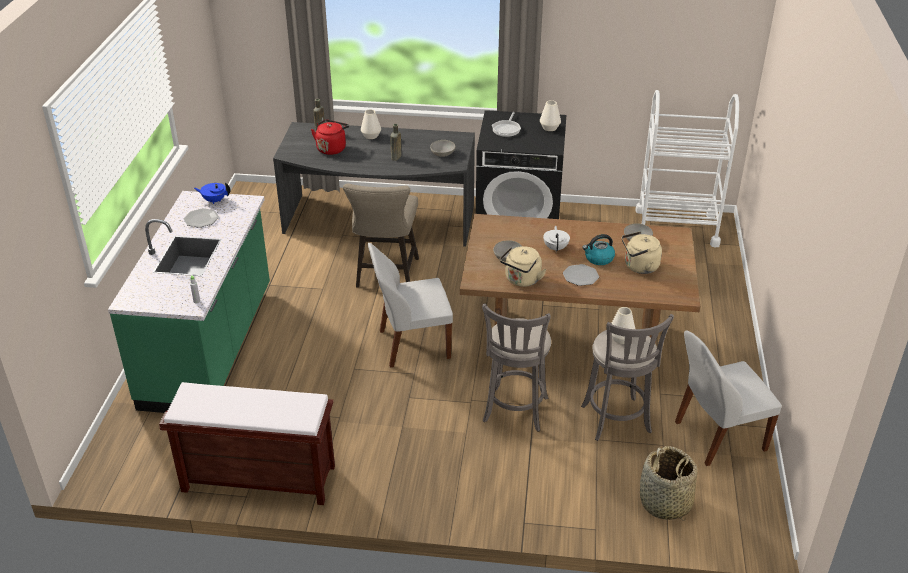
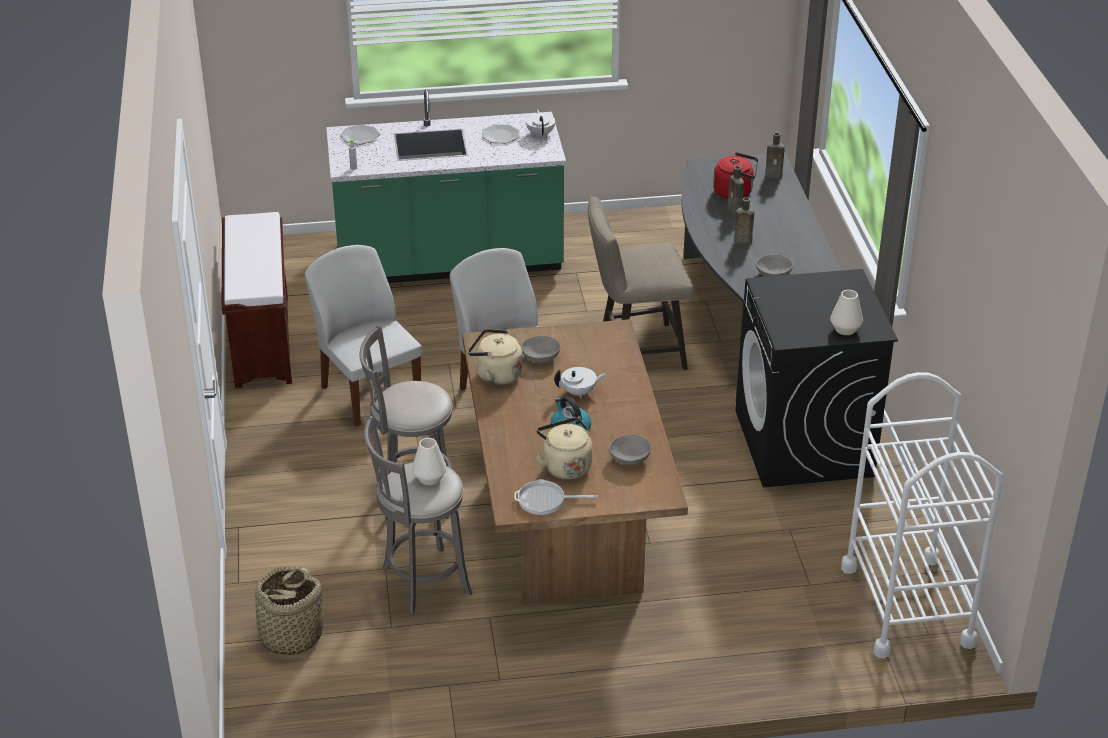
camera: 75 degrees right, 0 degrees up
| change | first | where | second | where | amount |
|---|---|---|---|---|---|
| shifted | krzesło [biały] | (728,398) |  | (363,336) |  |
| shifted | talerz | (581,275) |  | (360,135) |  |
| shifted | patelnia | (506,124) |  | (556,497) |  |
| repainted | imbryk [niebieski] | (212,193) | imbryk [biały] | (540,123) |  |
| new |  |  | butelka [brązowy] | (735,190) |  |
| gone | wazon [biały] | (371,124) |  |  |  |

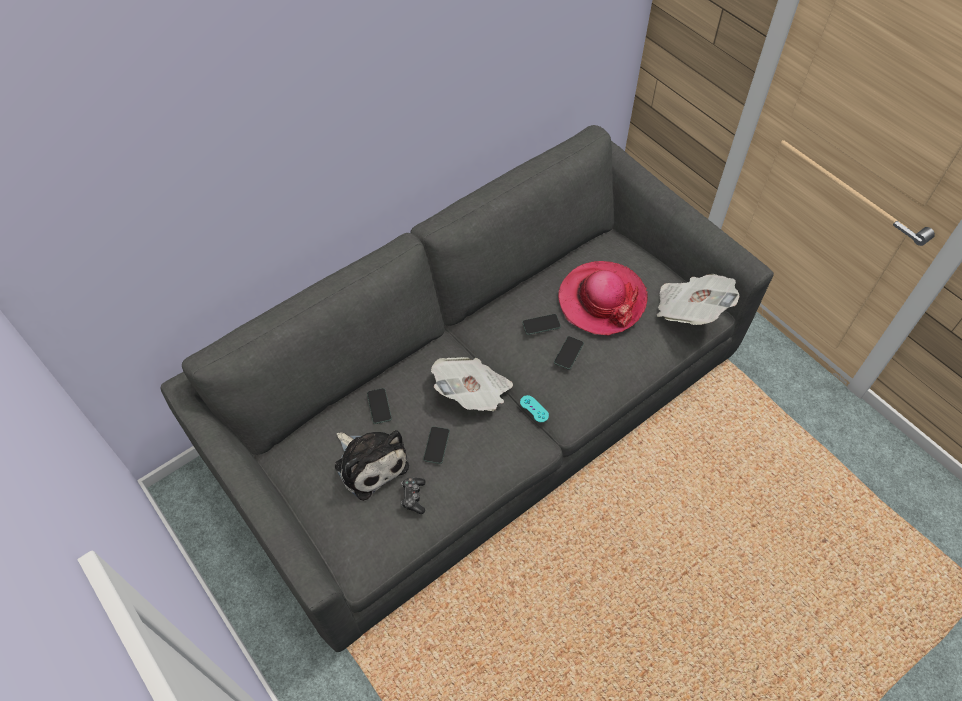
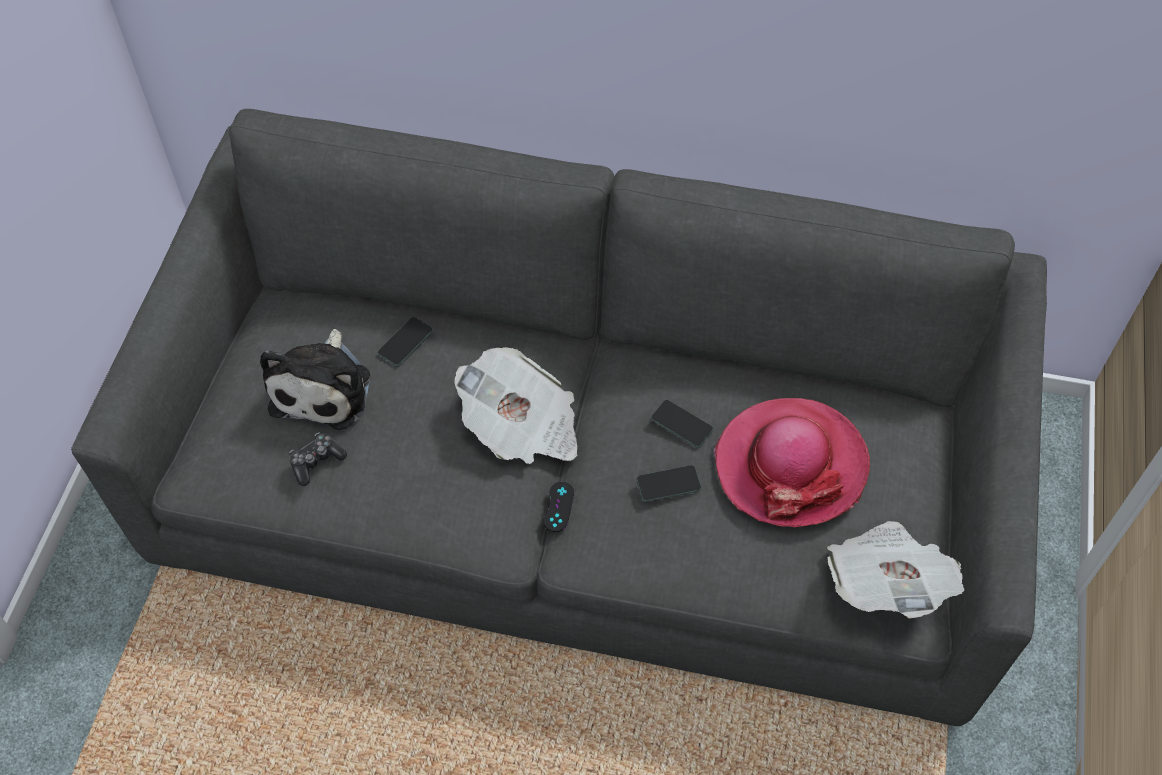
camera: 50 degrees right, 0 degrees up
| change | first | where | second | where | amount |
|---|---|---|---|---|---|
| repainted | pad do gier [turkusowy] | (534,408) | pad do gier [czarny] | (559,507) |  |
| gone | telefon | (436,445) |  |  |  |

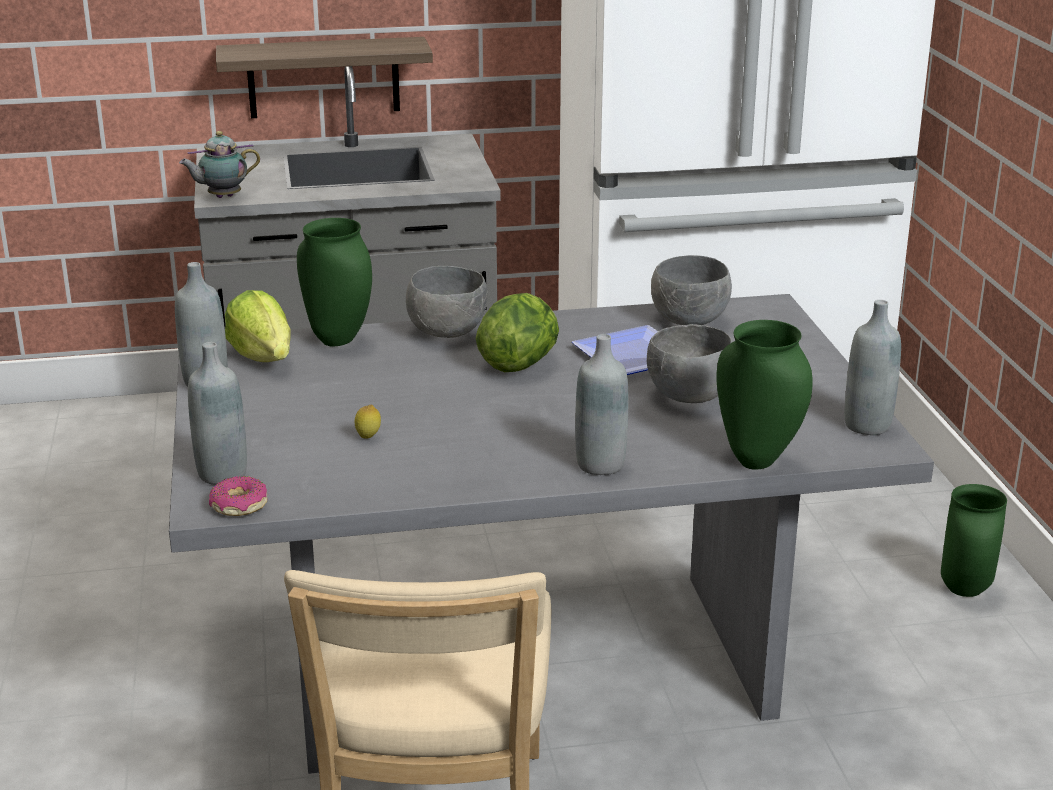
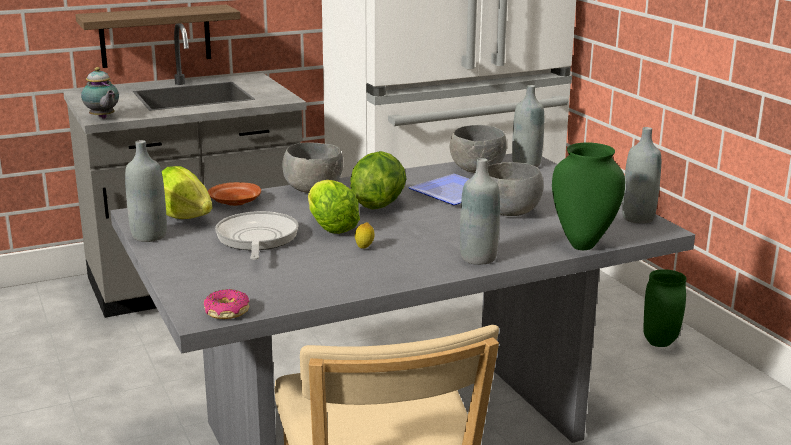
camera: 15 degrees left, 5 degrees down
| change | first | where | second | where | amount |
|---|---|---|---|---|---|
| rotated | imbryk | (219,164) |  | (100,93) | 90 degrees counterclockwise |
| swapped | wazon [zielony] | (334,282) | talerz [brązowy] | (234,194) |  |
| new |  |  | patelnia | (257,235) |  |
| new |  |  | sałata | (334,207) |  |
| shifted | cytryna | (368,421) |  | (364,235) |  |
| shifted | butelka [szary] | (217,413) |  | (528,126) |  |

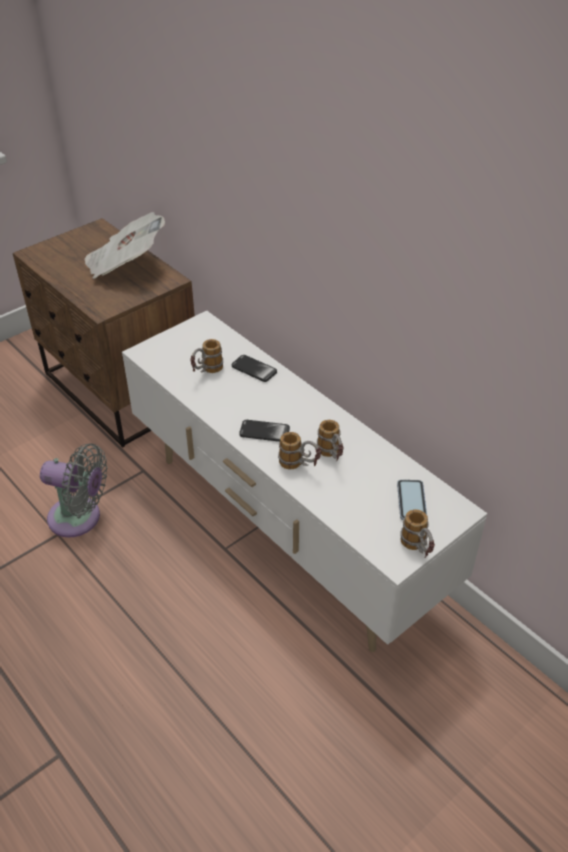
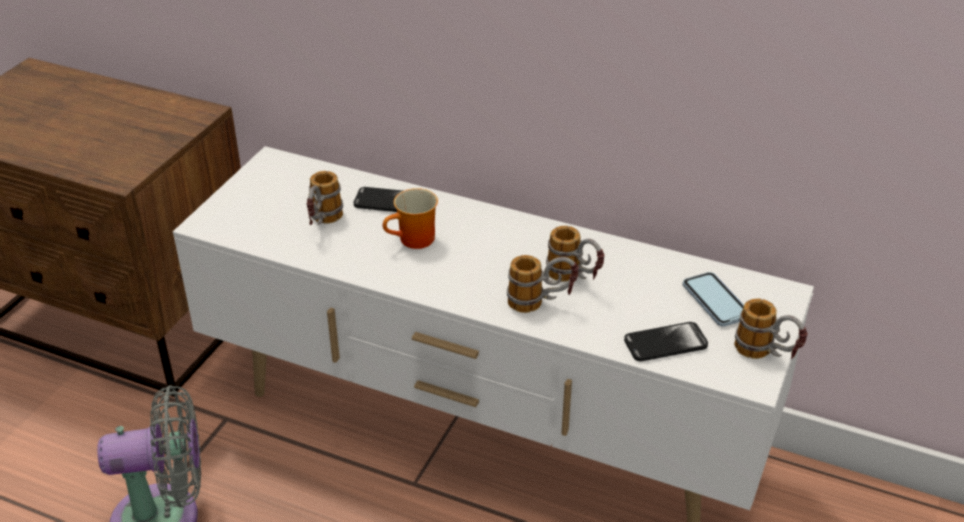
camera: 25 degrees left, 5 degrees down
| change | first | where | second | where | amount |
|---|---|---|---|---|---|
| new |  |  | kubek | (410,218) |  |
| shifted | telefon | (264,431) |  | (666,341) |  |
| gone | gazeta | (124,245) |  |  |  |

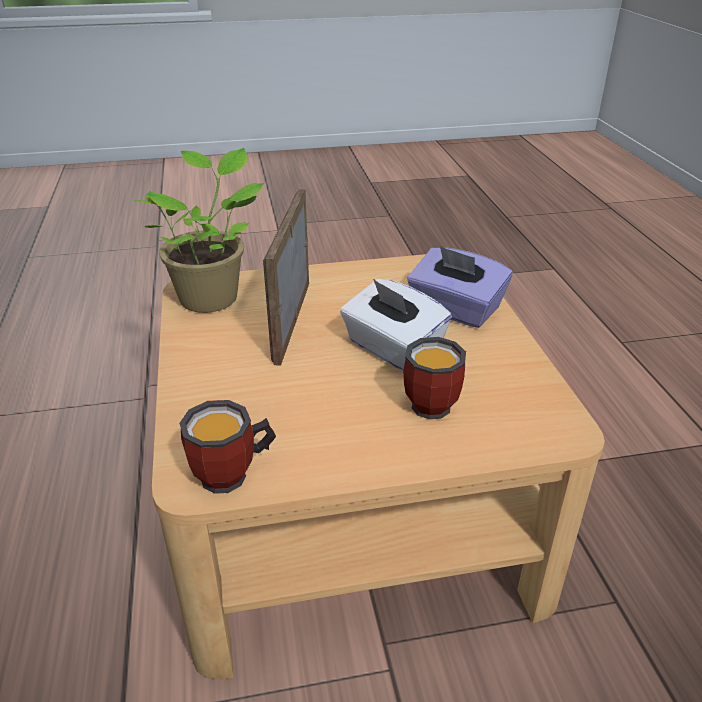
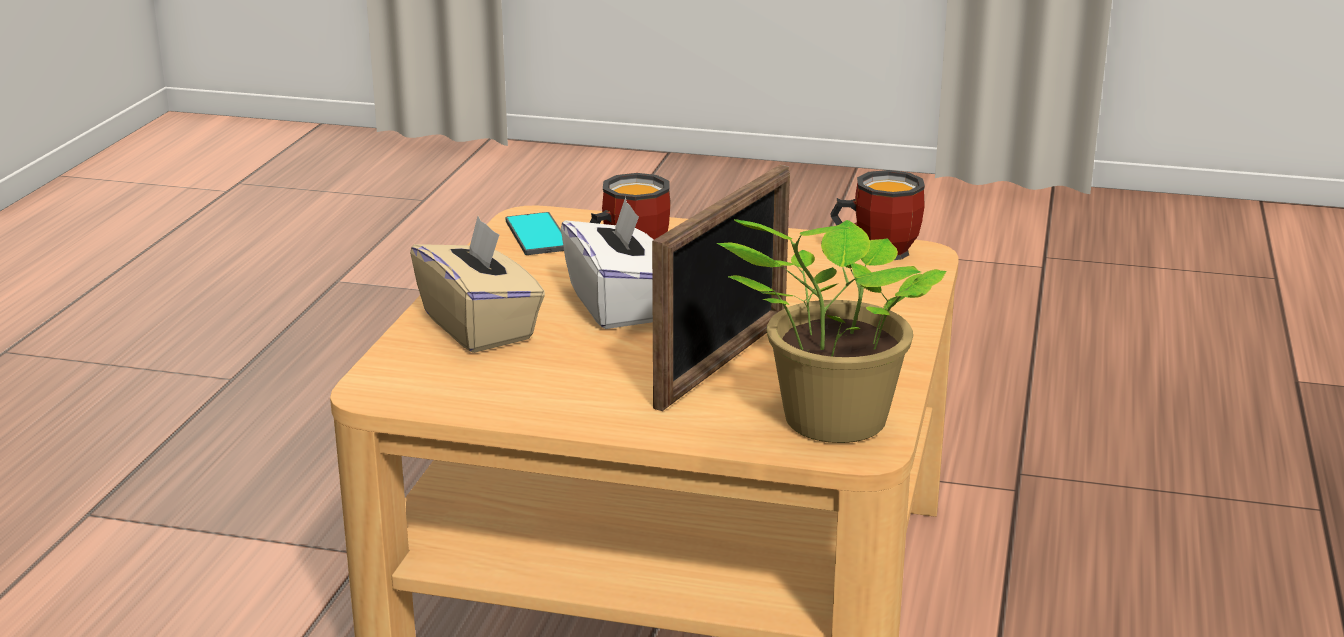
camera: 155 degrees left, 10 degrees down
| change | first | where | second | where | amount |
|---|---|---|---|---|---|
| repainted | pudełko chusteczek [fioletowy] | (459,287) | pudełko chusteczek [beżowy] | (477,284) |  |
| new |  |  | telefon | (534,233) |  |

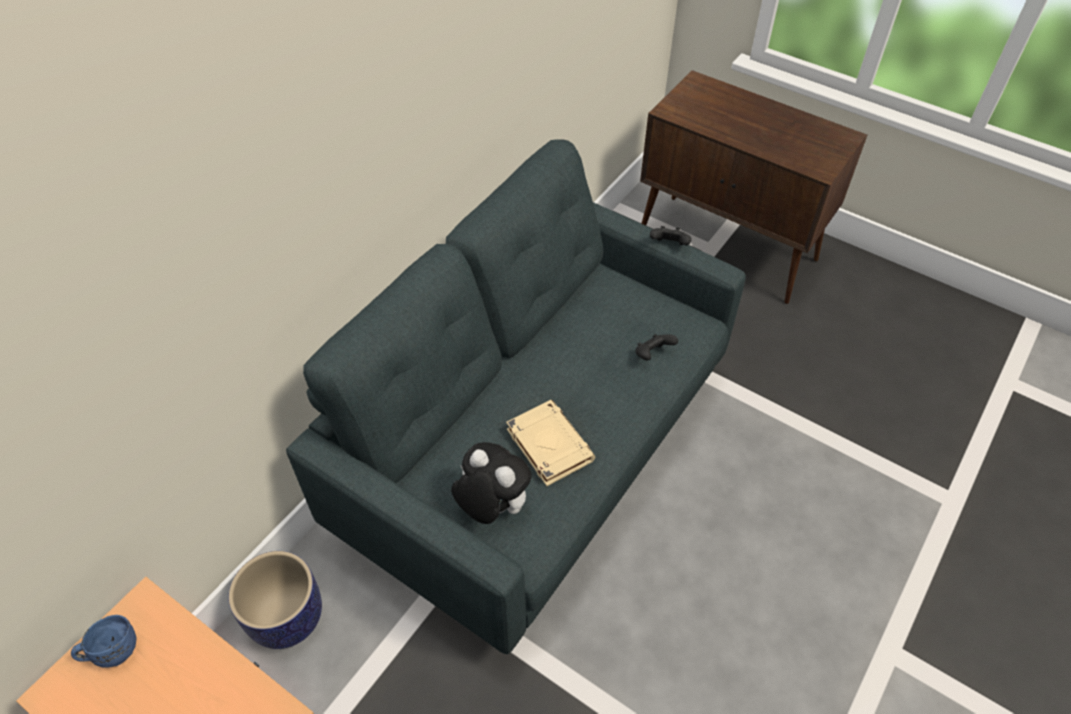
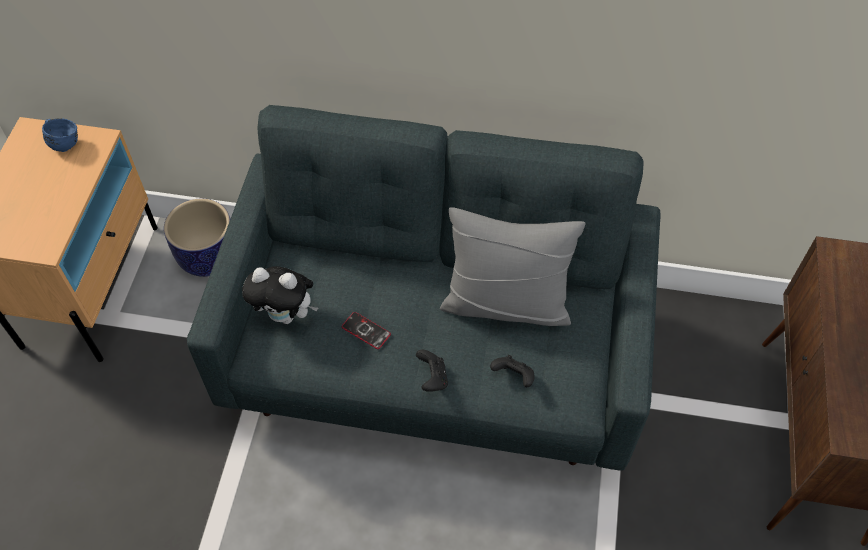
camera: 65 degrees right, 5 degrees up
| change | first | where | second | where | amount |
|---|---|---|---|---|---|
| rotated | pluszak | (491,483) |  | (280,295) | 90 degrees clockwise |
| swapped | książka [beżowy] | (550,443) | telefon | (366,330) |  |
| shifted | pad do gier [czarny] | (670,235) |  | (432,371) |  |
| new |  |  | poduszka [szary] | (512,266) |  |

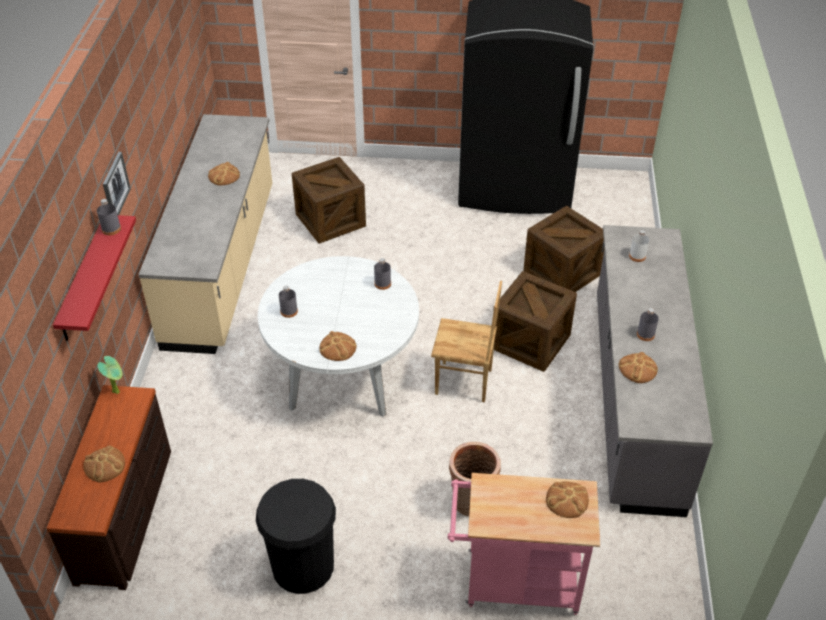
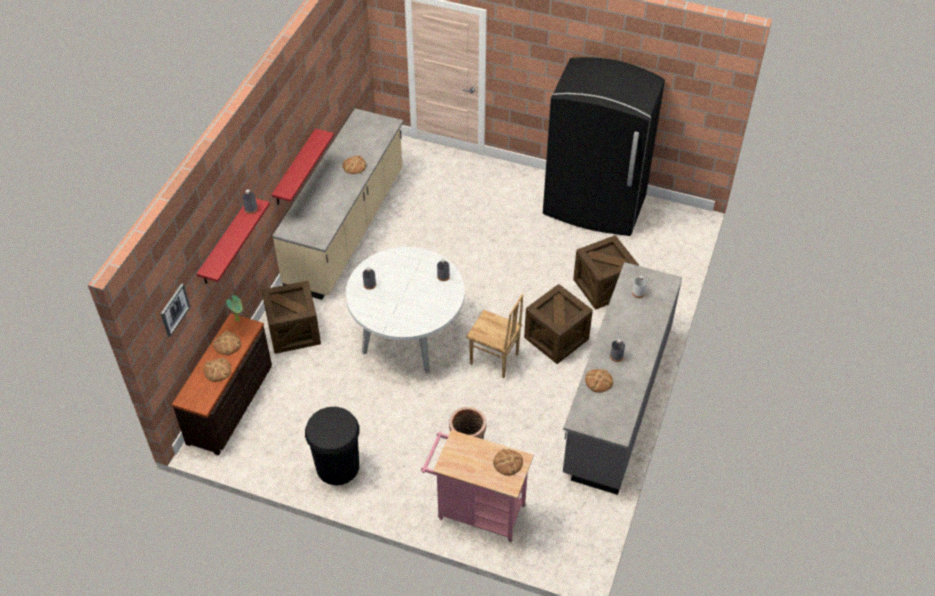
camera: 15 degrees right, 5 degrees up
| change | first | where | second | where | amount |
|---|---|---|---|---|---|
| shifted | obraz | (117,183) |  | (175,310) |  |
| shifted | chleb | (338,346) |  | (227,343) |  |
| shifted | skrzynka | (329,200) |  | (291,317) |  |
| new |  |  | półka [czerwony] | (302,166) |  |

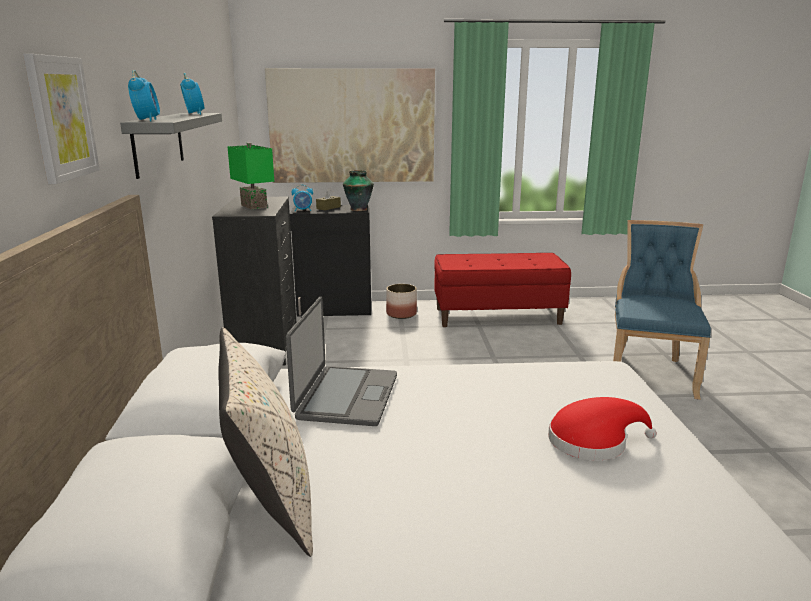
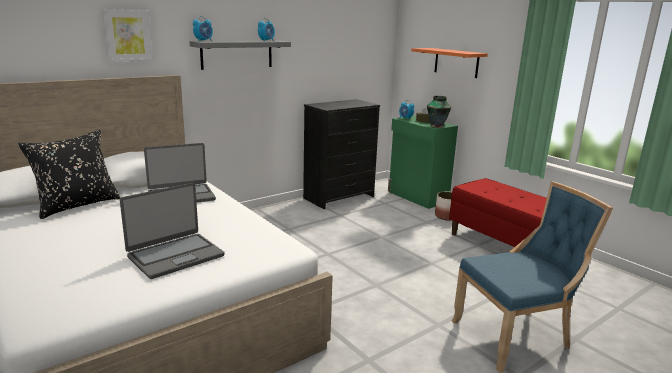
camera: 55 degrees right, 0 degrees up
| change | first | where | second | where | amount |
|---|---|---|---|---|---|
| repainted | poduszka [beżowy] | (265,442) | poduszka [czarny] | (69,174) |  |
| swapped | kapelusz [czerwony] | (602,428) | laptop | (172,231) |  |
| repainted | szafka [czarny] | (330,261) | szafka [zielony] | (423,162) |  |
| swapped | obraz | (350,125) | półka [pomarańczowy] | (449,63) |  |
| gone | lampa stołowa [zielony] | (250,176) |  |  |  |

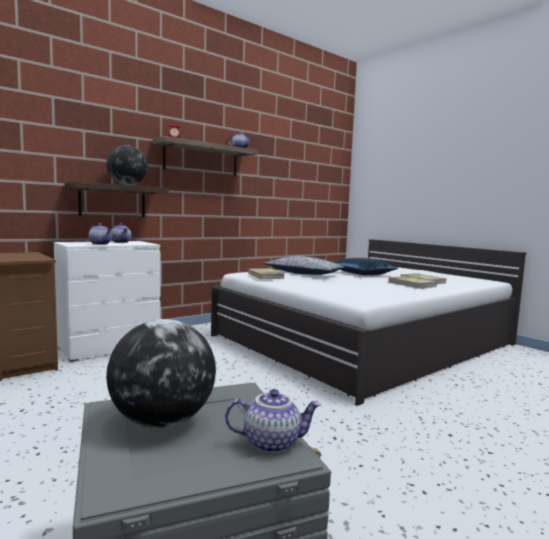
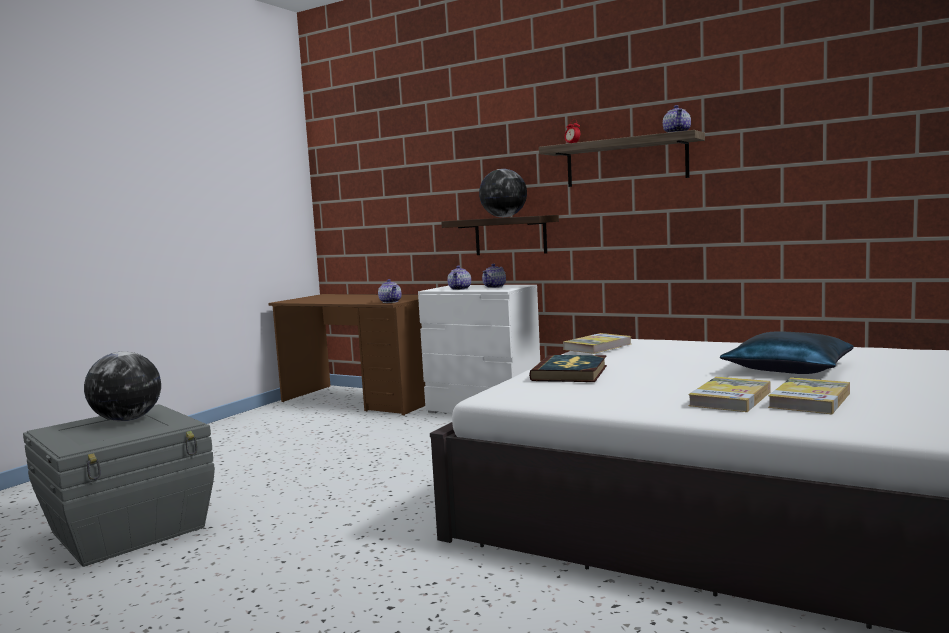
camera: 70 degrees right, 0 degrees up
| change | first | where | second | where | amount |
|---|---|---|---|---|---|
| shifted | imbryk | (273,421) |  | (390,291) |  |
| new |  |  | książka | (568,368) |  |
| gone | poduszka | (304,265) |  |  |  |

